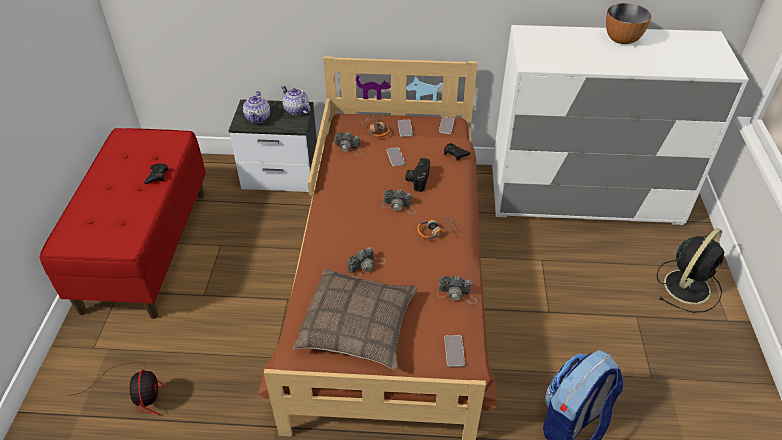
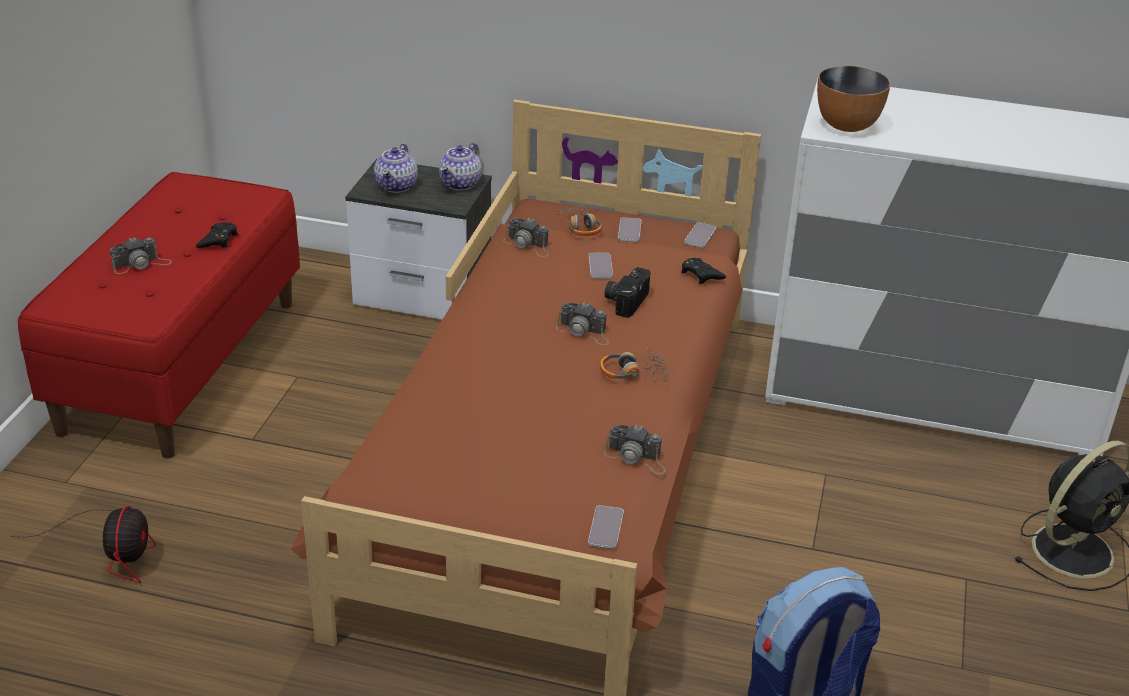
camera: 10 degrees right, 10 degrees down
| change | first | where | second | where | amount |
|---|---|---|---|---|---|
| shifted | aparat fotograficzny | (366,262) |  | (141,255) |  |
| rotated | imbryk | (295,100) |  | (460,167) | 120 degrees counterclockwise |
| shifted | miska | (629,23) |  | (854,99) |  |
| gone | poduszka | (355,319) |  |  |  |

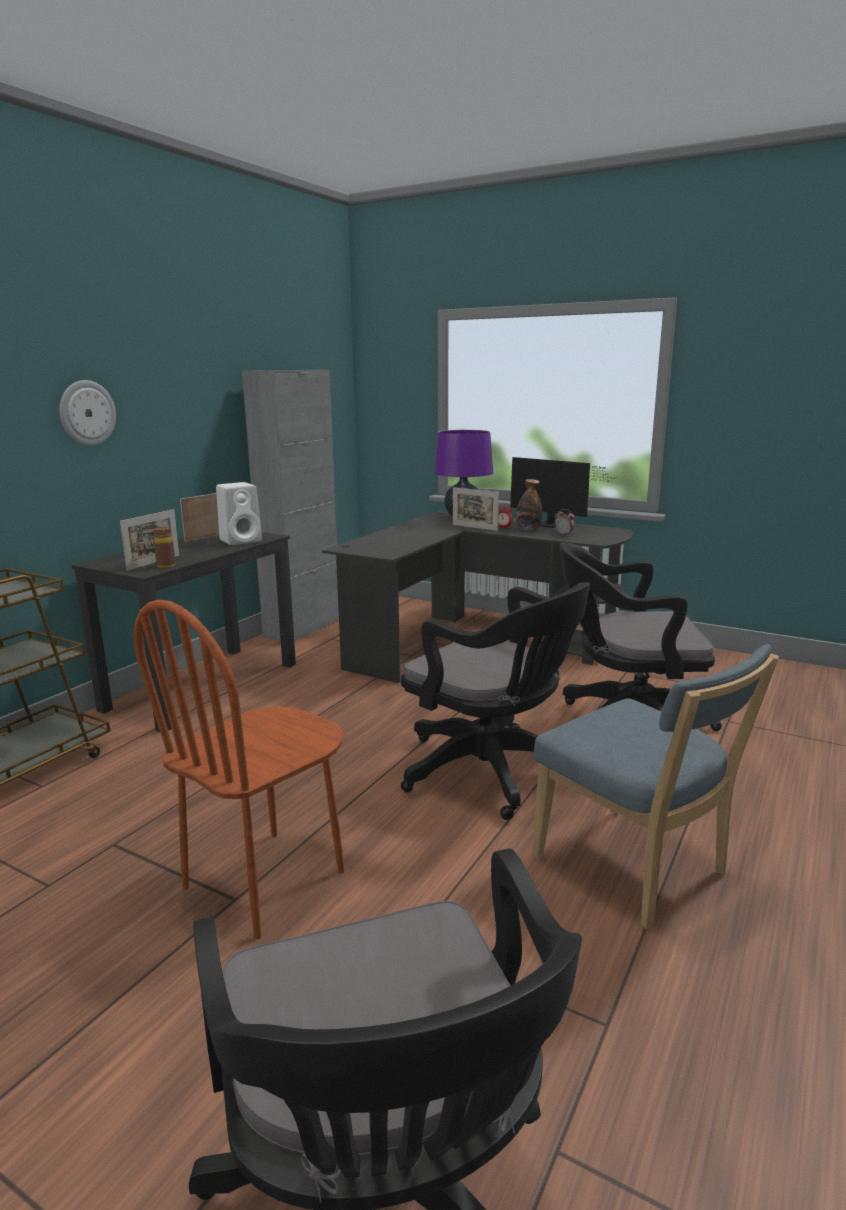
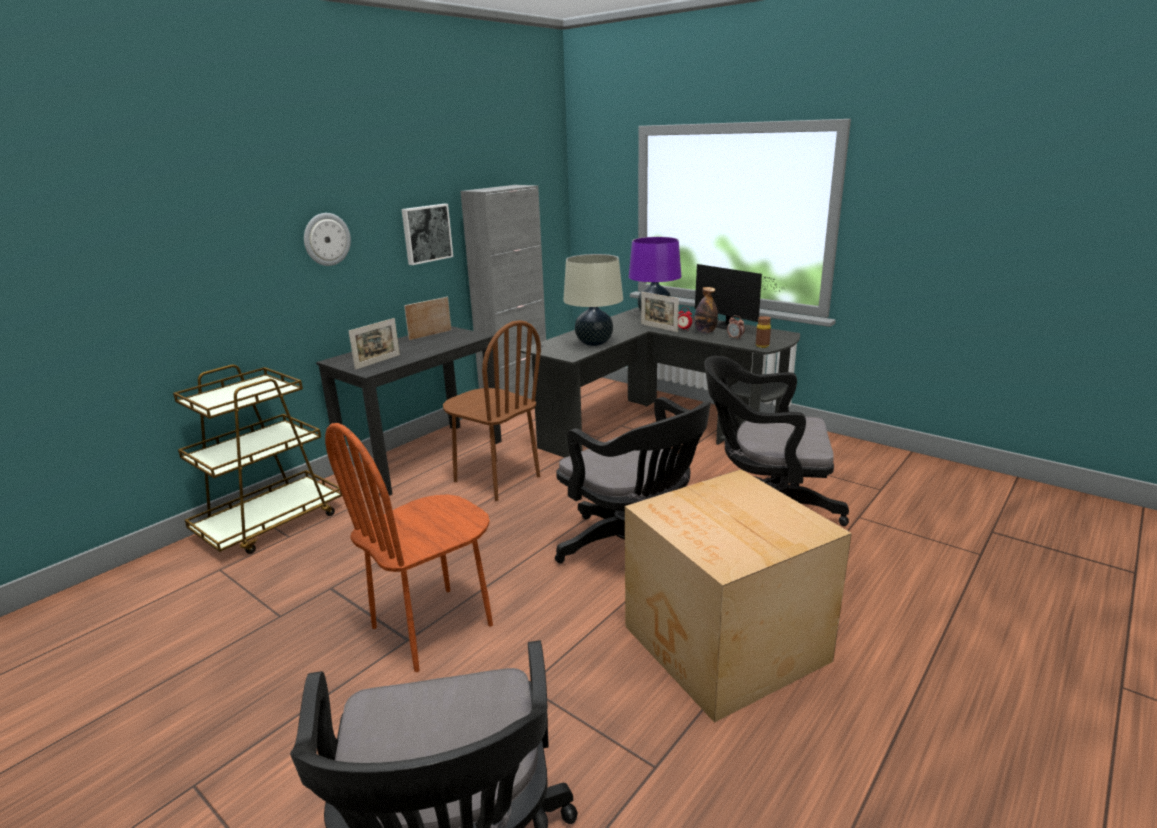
camera: 10 degrees right, 5 degrees up
| change | first | where | second | where | amount |
|---|---|---|---|---|---|
| new |  |  | obraz | (427,234) |  |
| new |  |  | krzesło [brązowy] | (492,410) |  |
| new |  |  | lampa stołowa [beżowy] | (593,300) |  |
| swapped | krzesło [niebieski] | (655,786) | karton | (738,596) |  |
| shifted | butelka [brązowy] | (165,548) |  | (763,332) |  |
| gone | głośnik [biały] | (239,513) |  |  |  |

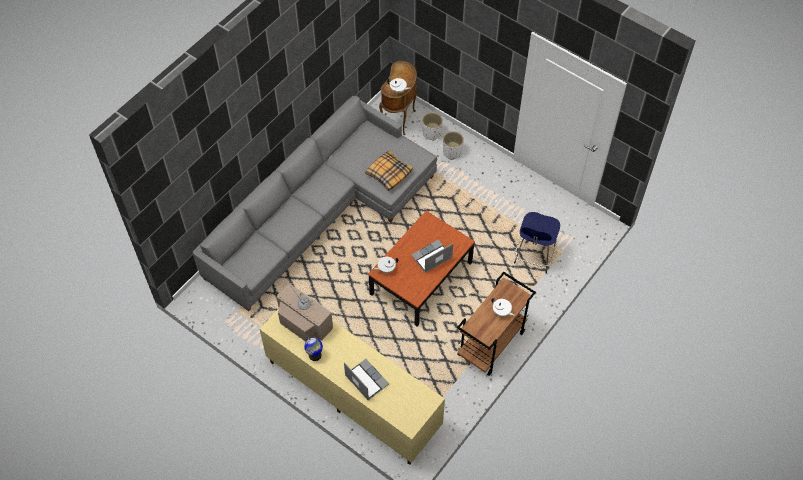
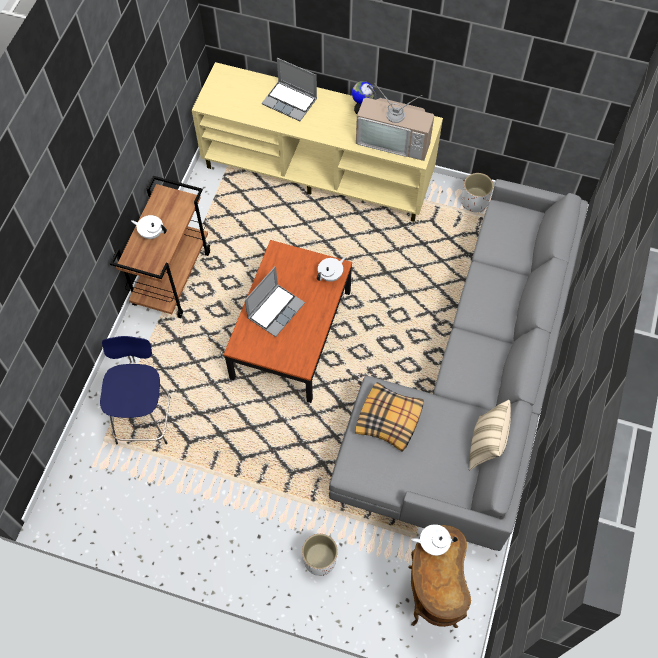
camera: 160 degrees right, 5 degrees up
| change | first | where | second | where | amount |
|---|---|---|---|---|---|
| shifted | donica [biały] | (432,126) |  | (477,192) |  |
| new |  |  | poduszka [beżowy] | (490,435) |  |

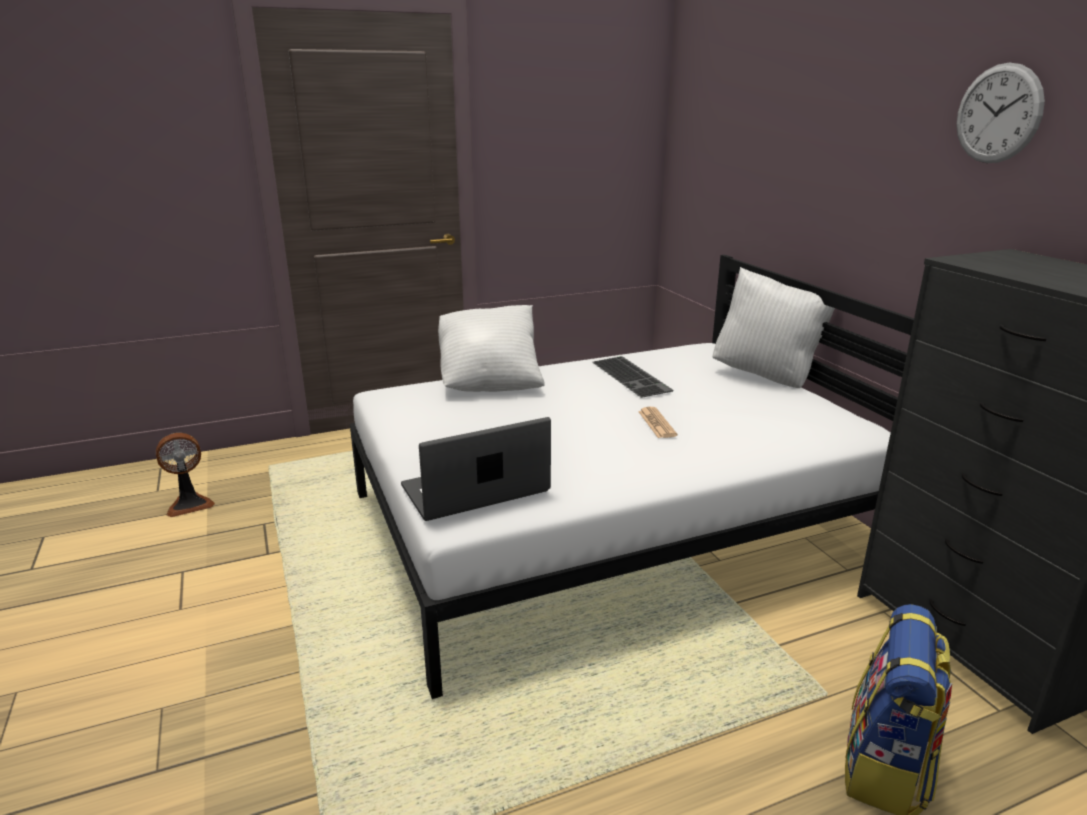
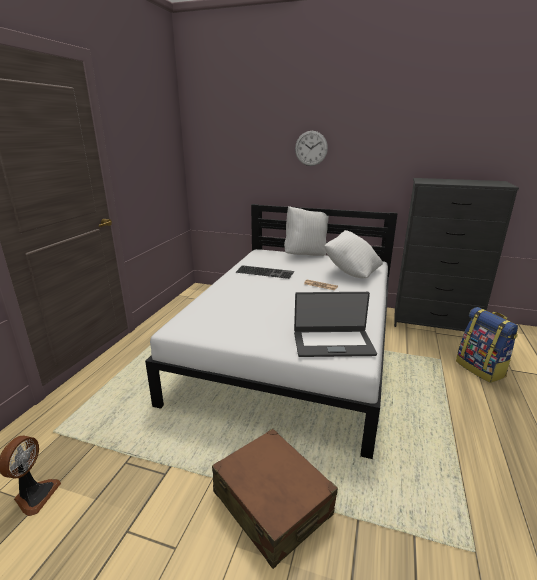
camera: 50 degrees left, 0 degrees up
| change | first | where | second | where | amount |
|---|---|---|---|---|---|
| new |  |  | walizka [brązowy] | (275,499) |  |
| rotated | laptop | (476,469) |  | (335,324) | 105 degrees counterclockwise |
| shifted | zegar ścienny | (1000,113) |  | (311,148) |  |
| shifted | poduszka [biały] | (491,348) |  | (353,254) |  |

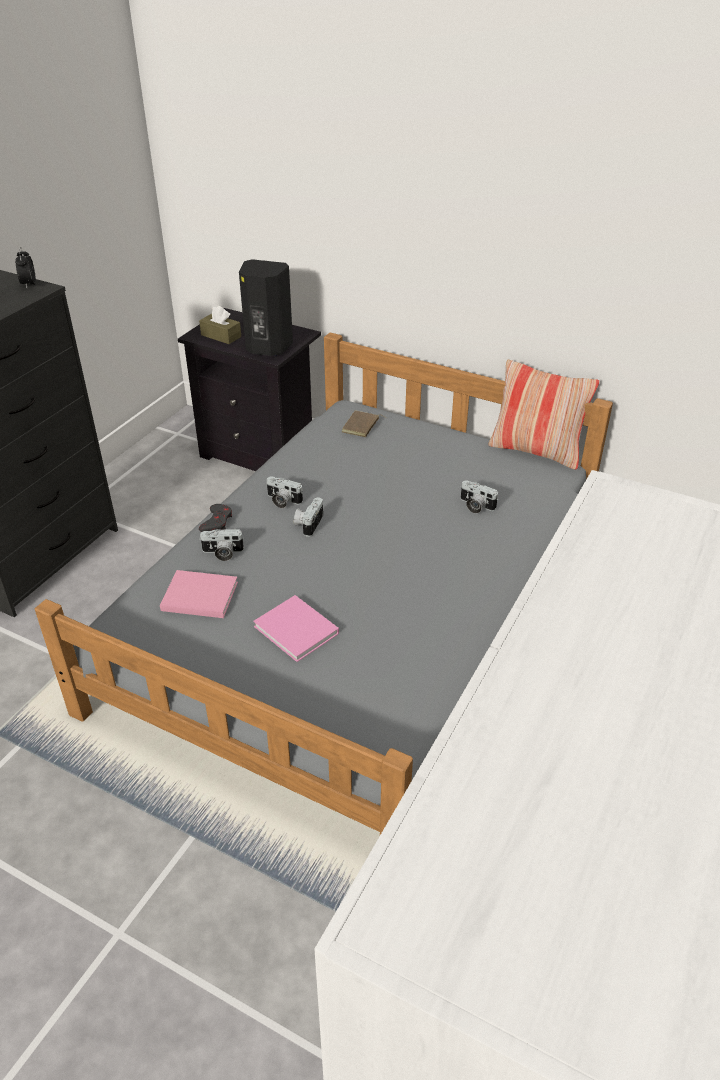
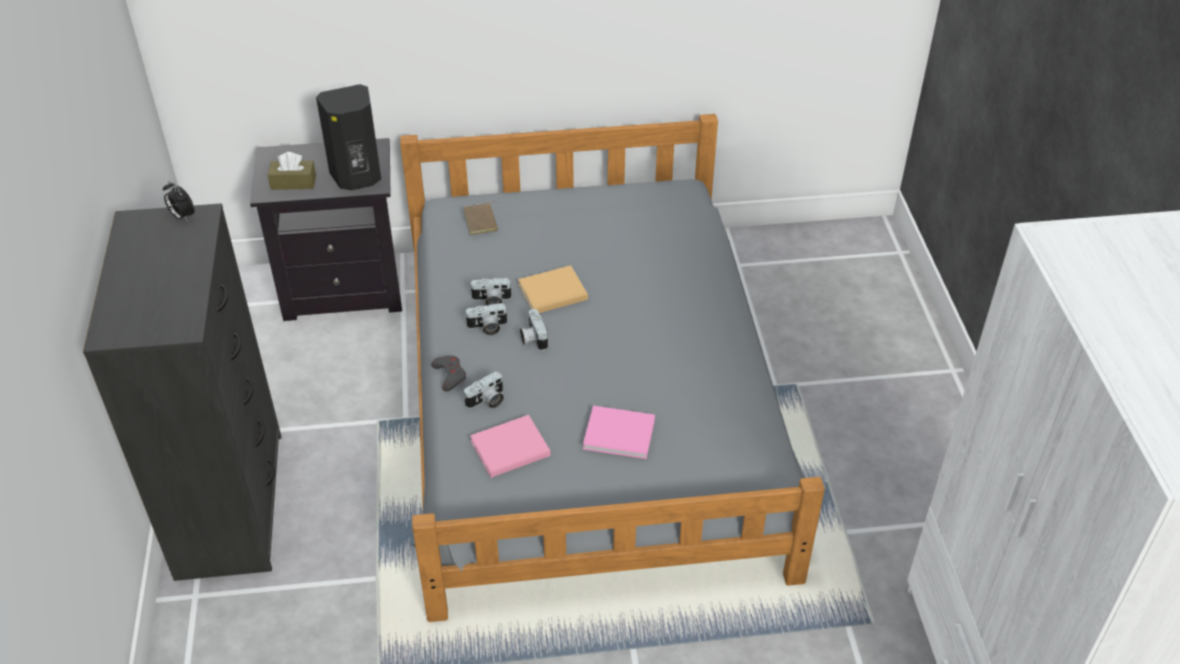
camera: 35 degrees left, 5 degrees up
| change | first | where | second | where | amount |
|---|---|---|---|---|---|
| shifted | aparat fotograficzny | (479,497) |  | (491,292) |  |
| new |  |  | książka [beżowy] | (553,289) |  |
| gone | poduszka | (543,415) |  |  |  |

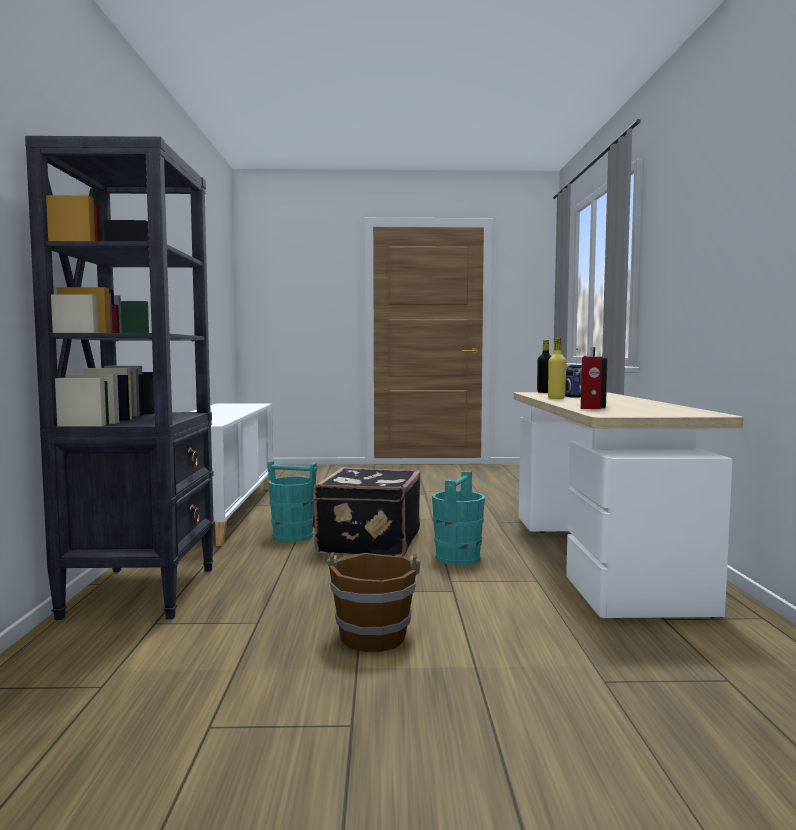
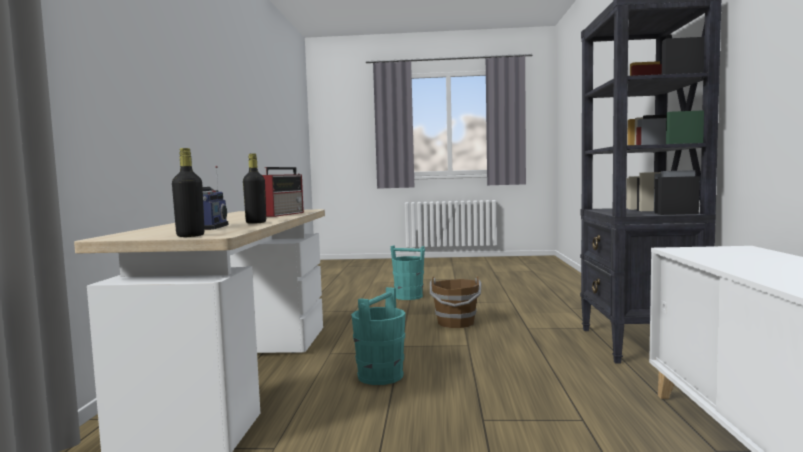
camera: 175 degrees left, 0 degrees up
| change | first | where | second | where | amount |
|---|---|---|---|---|---|
| repainted | butelka [żółty] | (557,368) | butelka [czarny] | (254,189) |  |
| shifted | wiadro [turkusowy] | (292,501) |  | (407,272) |  |
| gone | walizka [czarny] | (366,511) |  |  |  |

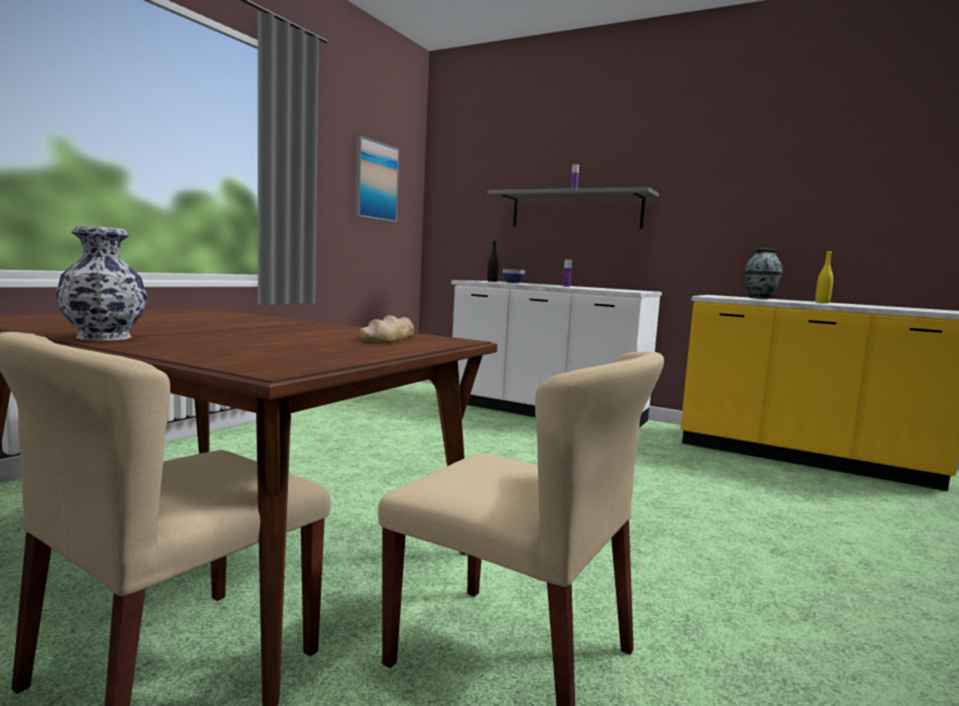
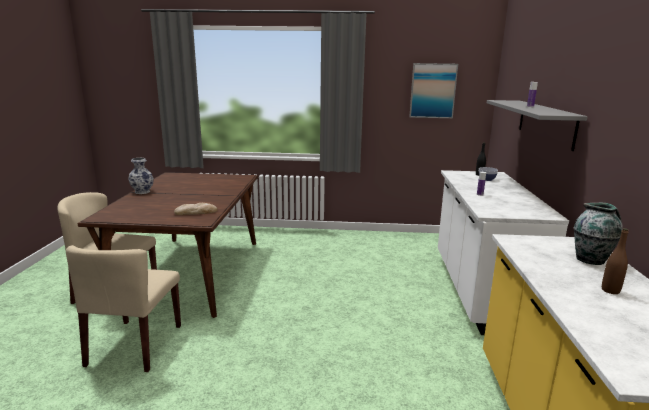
camera: 65 degrees right, 10 degrees up
| change | first | where | second | where | amount |
|---|---|---|---|---|---|
| repainted | butelka [żółty] | (824,276) | butelka [brązowy] | (615,261) |  |

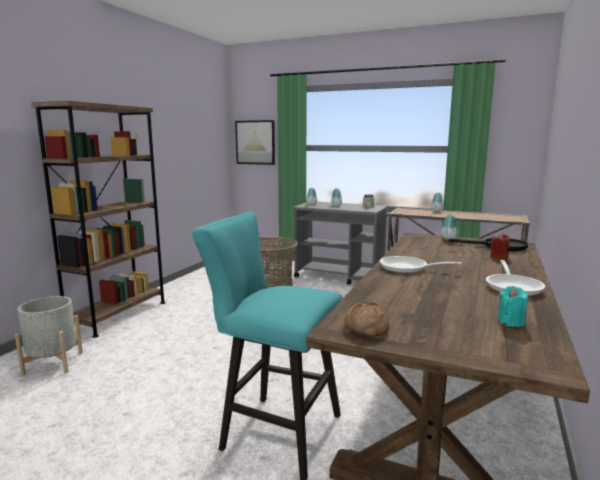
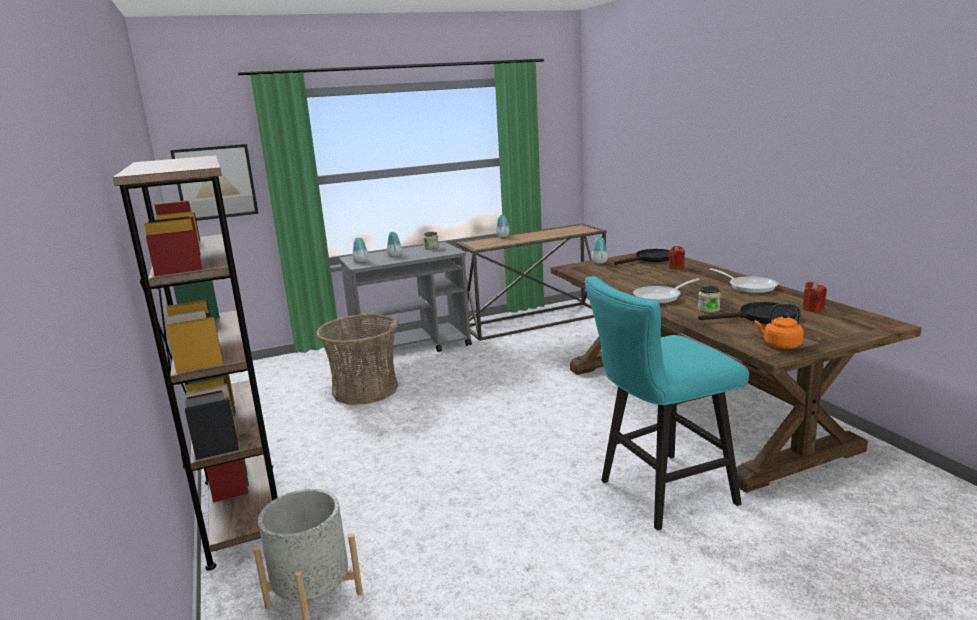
camera: 45 degrees left, 5 degrees up
| change | first | where | second | where | amount |
|---|---|---|---|---|---|
| new |  |  | słoik | (709,299) |  |
| new |  |  | patelnia [czarny] | (747,313) |  |
| swapped | chleb | (367,319) | czajnik [pomarańczowy] | (779,326) |  |
| repainted | świeca [turkusowy] | (513,306) | świeca [czerwony] | (815,297) |  |

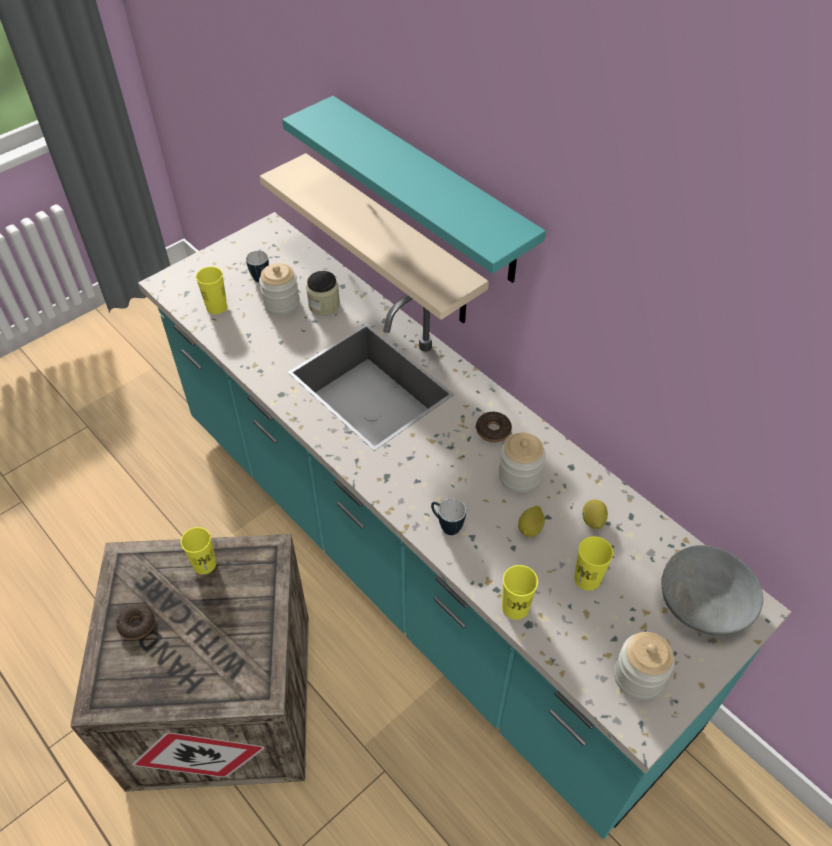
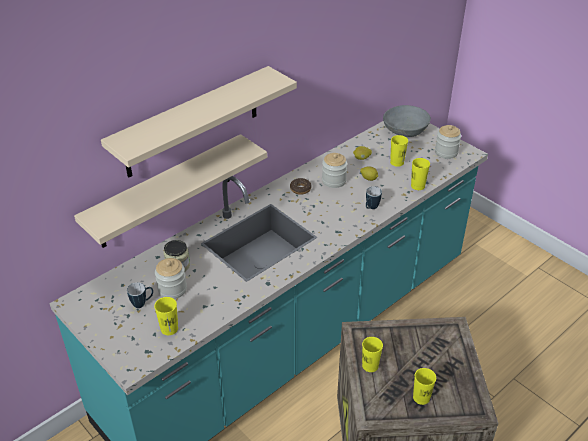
camera: 90 degrees left, 10 degrees down
| change | first | where | second | where | amount |
|---|---|---|---|---|---|
| repainted | półka [turkusowy] | (414,189) | półka [beżowy] | (199,122) |  |
| swapped | donut | (136,622) | filiżanka [żółty] | (424,386) |  |

